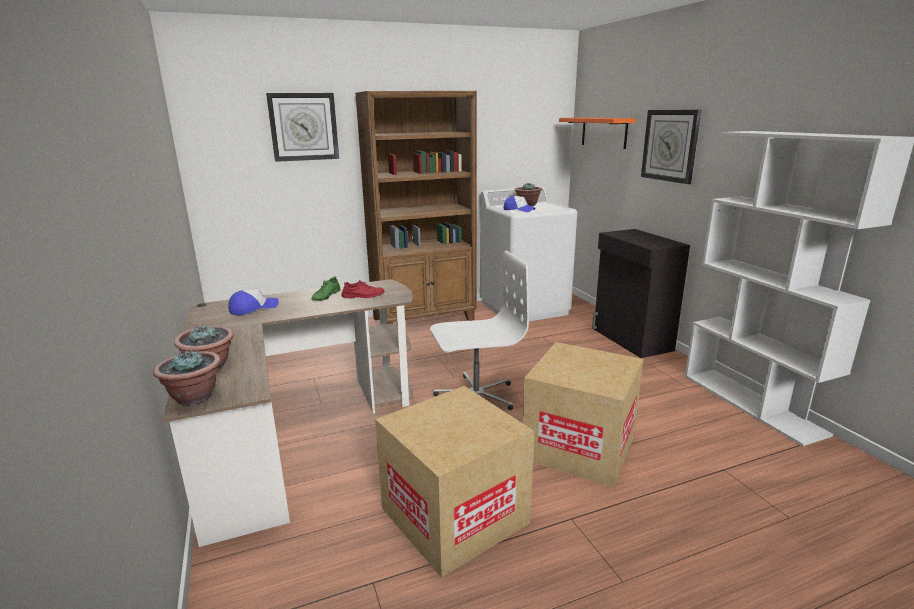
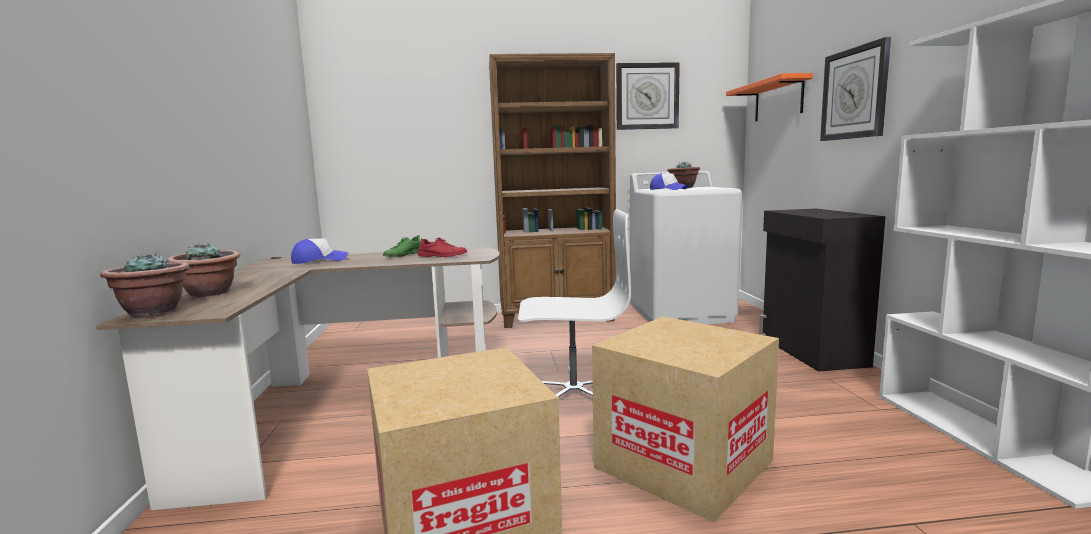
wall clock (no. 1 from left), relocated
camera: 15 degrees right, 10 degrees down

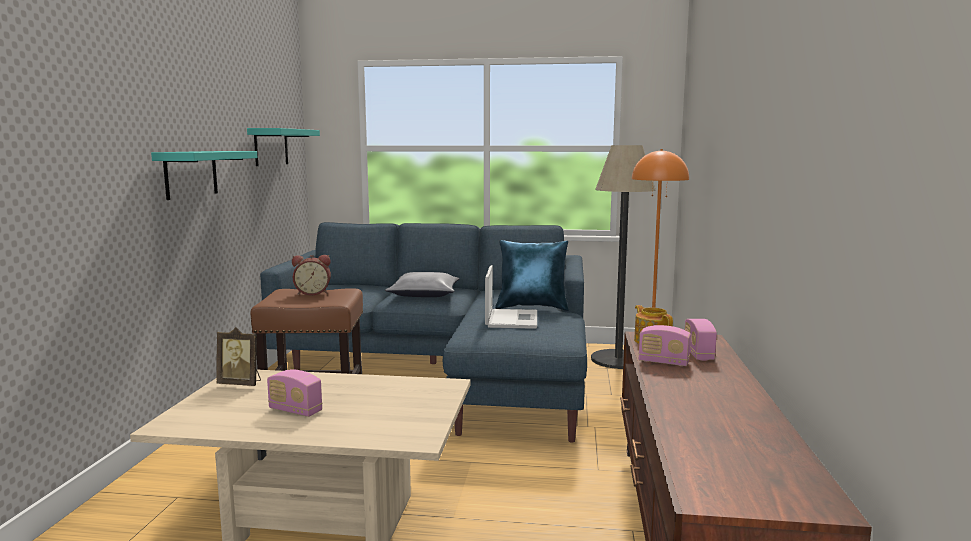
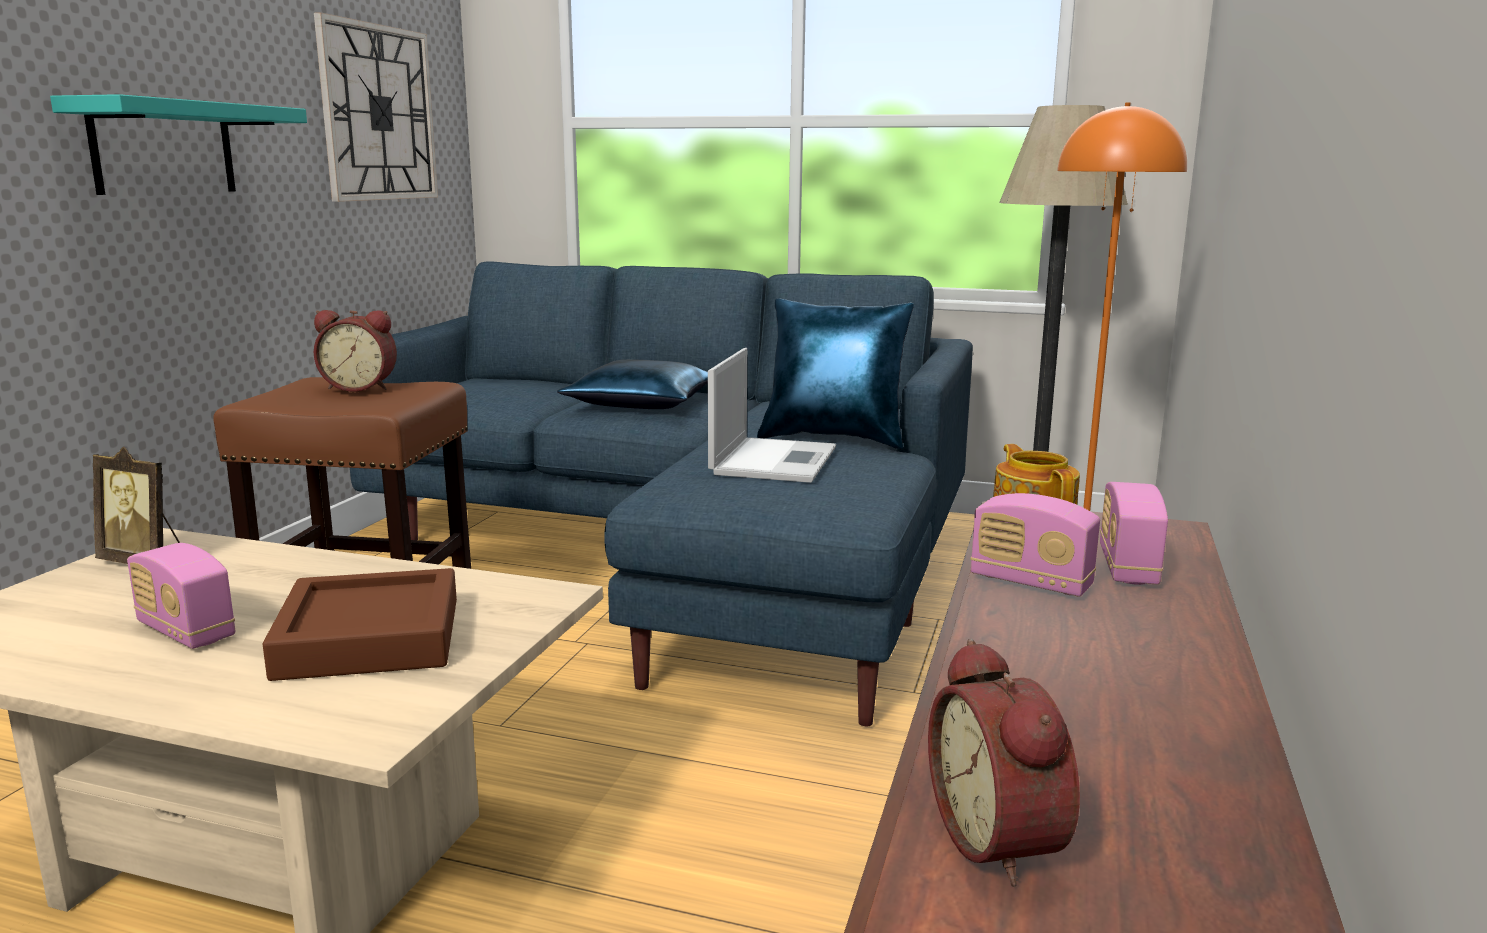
turquoise shelf (no. 2 from left) -> wall clock
grey pillow -> blue pillow (no. 1 from left)
none -> brown tray
none -> alarm clock (no. 2 from left)
camera: 10 degrees right, 5 degrees up

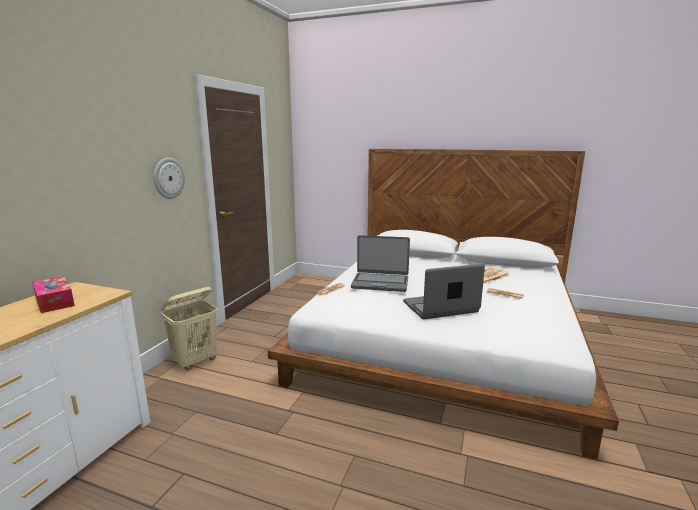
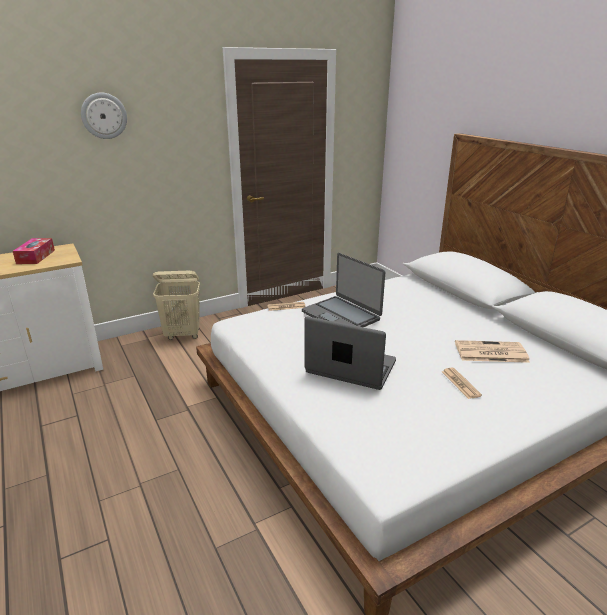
wall clock, relocated
camera: 40 degrees right, 10 degrees up

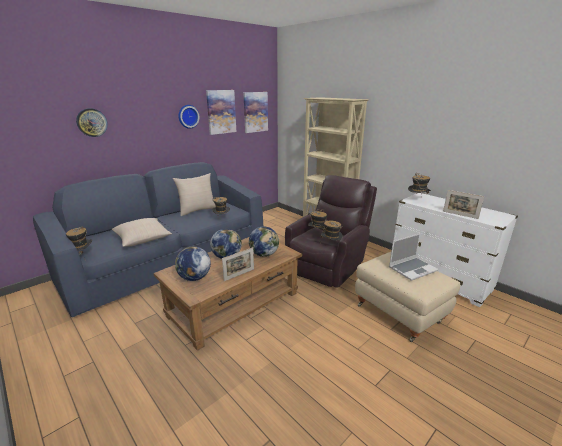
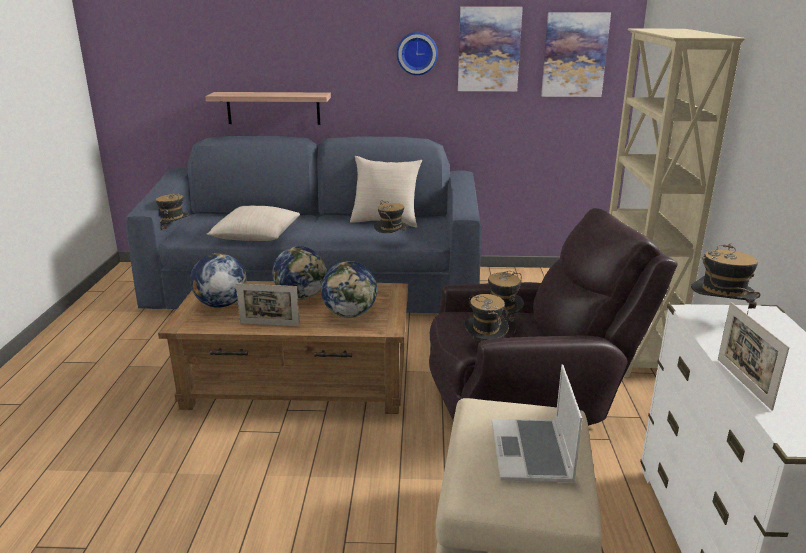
wall clock (no. 1 from left) -> none
laptop, 75 degrees clockwise
none -> shelf
camera: 45 degrees right, 0 degrees up

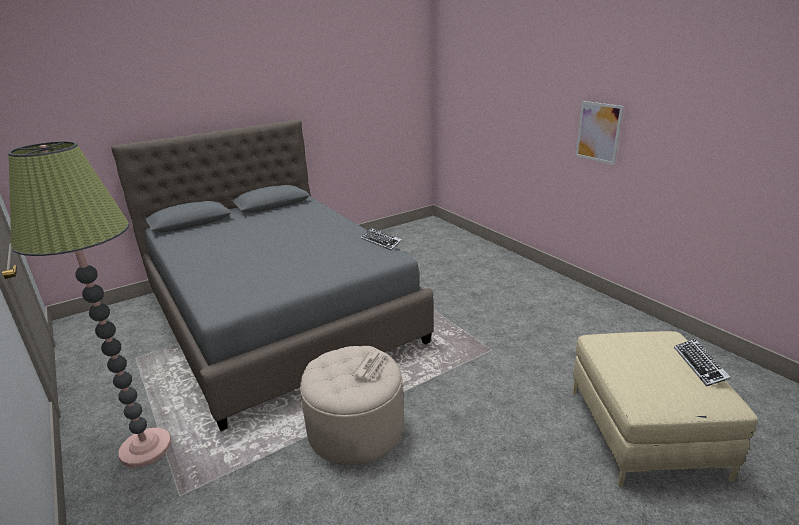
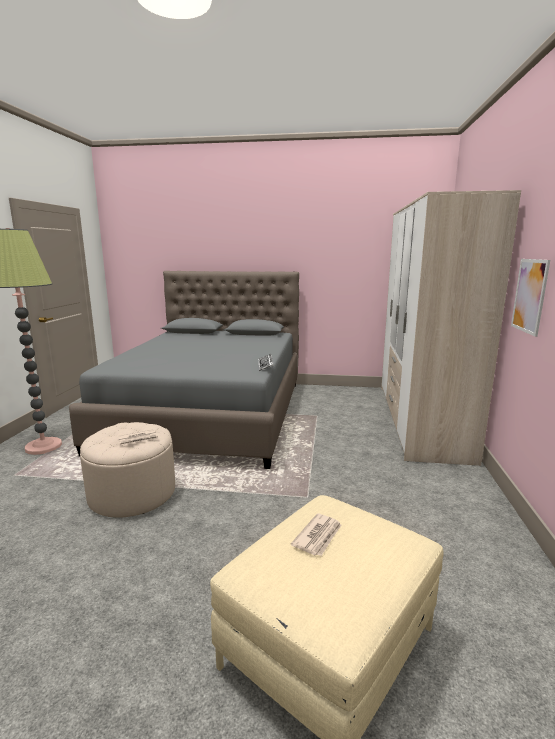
keyboard (no. 2 from left) -> none
none -> newspaper (no. 2 from left)
none -> wardrobe
camera: 40 degrees right, 10 degrees down

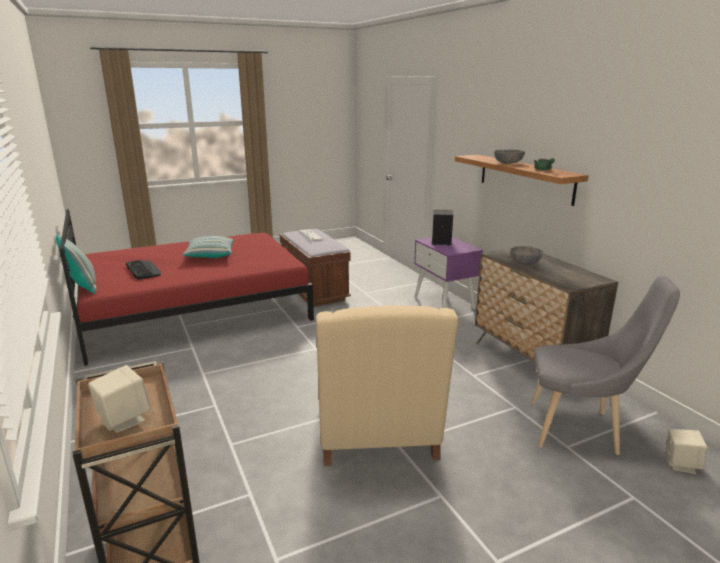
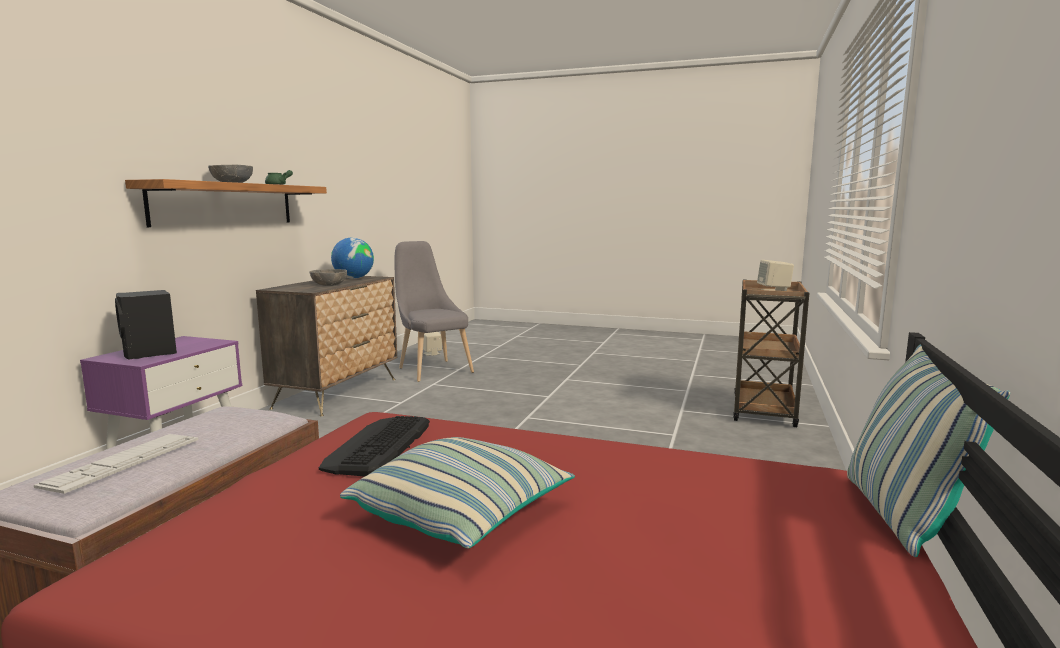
keyboard (no. 1 from left in the first image) -> keyboard (no. 2 from left), relocated
beige armchair -> none
none -> globe
camera: 135 degrees left, 10 degrees down

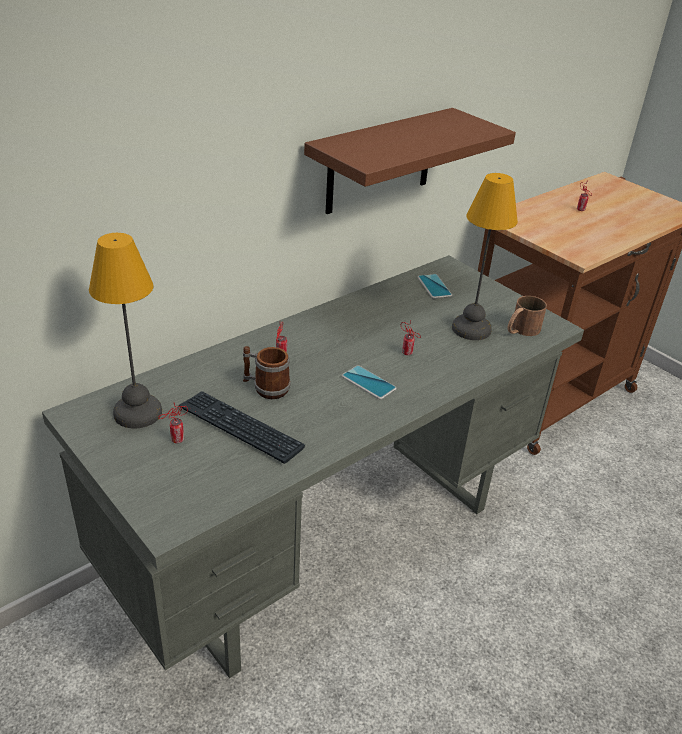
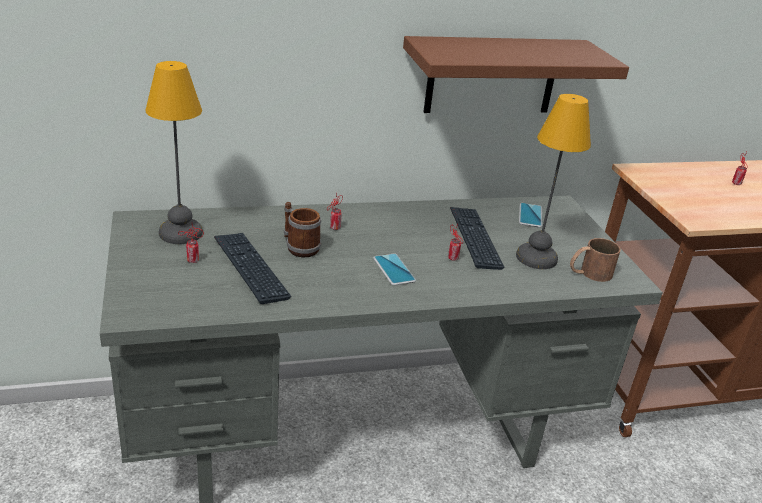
none -> keyboard (no. 2 from left)
camera: 25 degrees right, 5 degrees down

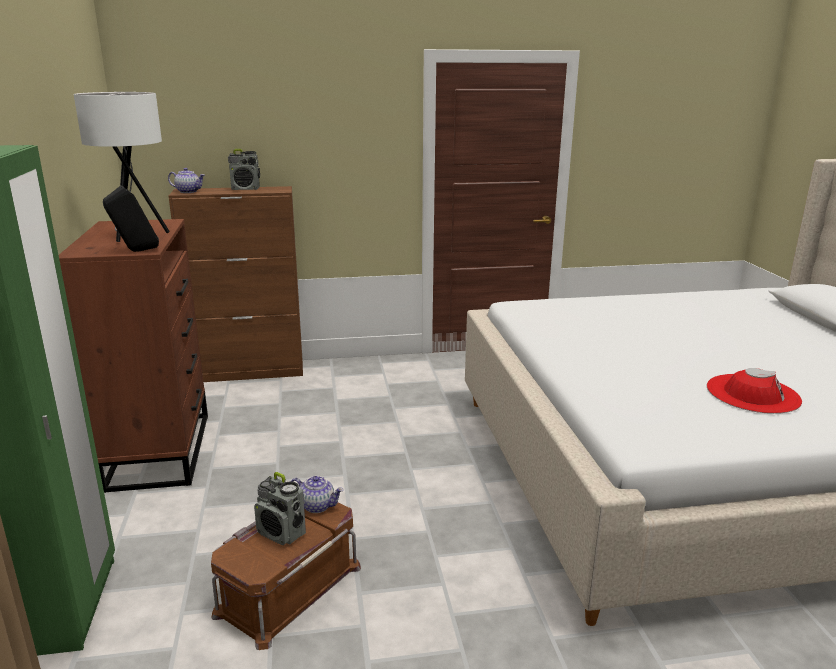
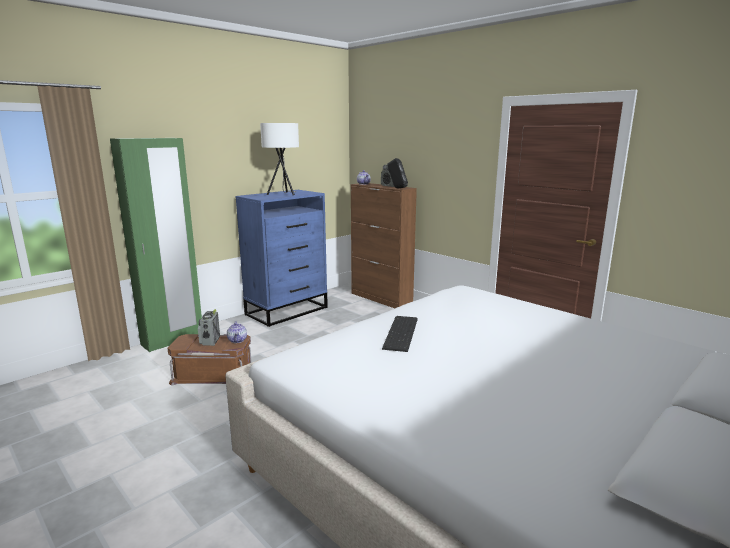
brown dresser -> blue dresser
black speaker, relocated
red hat -> none
none -> keyboard
camera: 55 degrees right, 5 degrees down

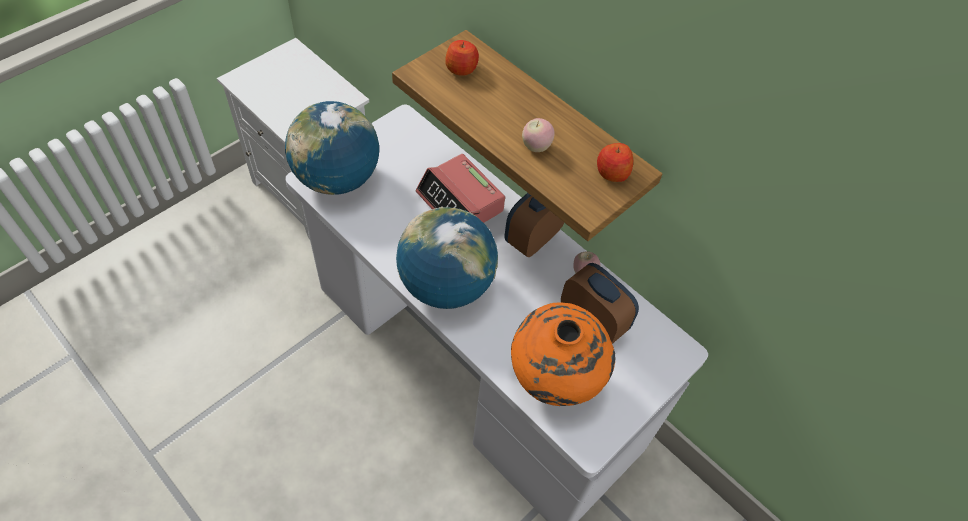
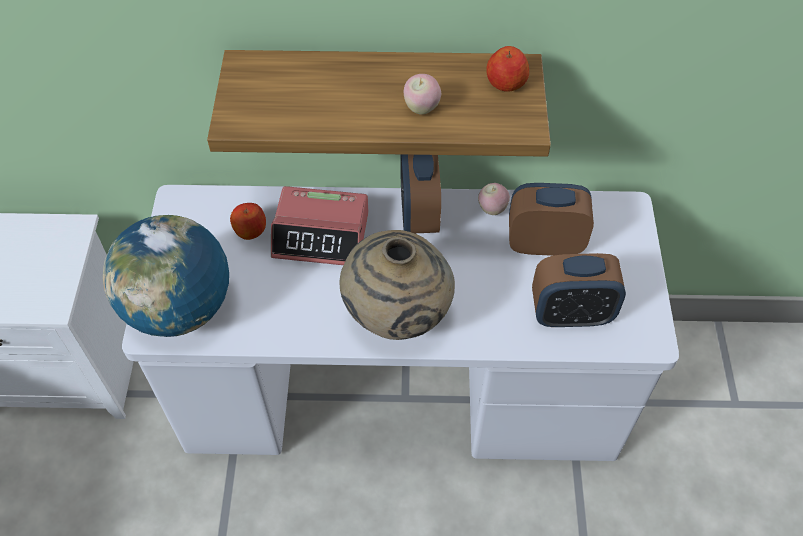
globe (no. 2 from left) -> beige vase
apple (no. 1 from left), relocated
orange vase -> alarm clock (no. 4 from left)
camera: 40 degrees left, 0 degrees up

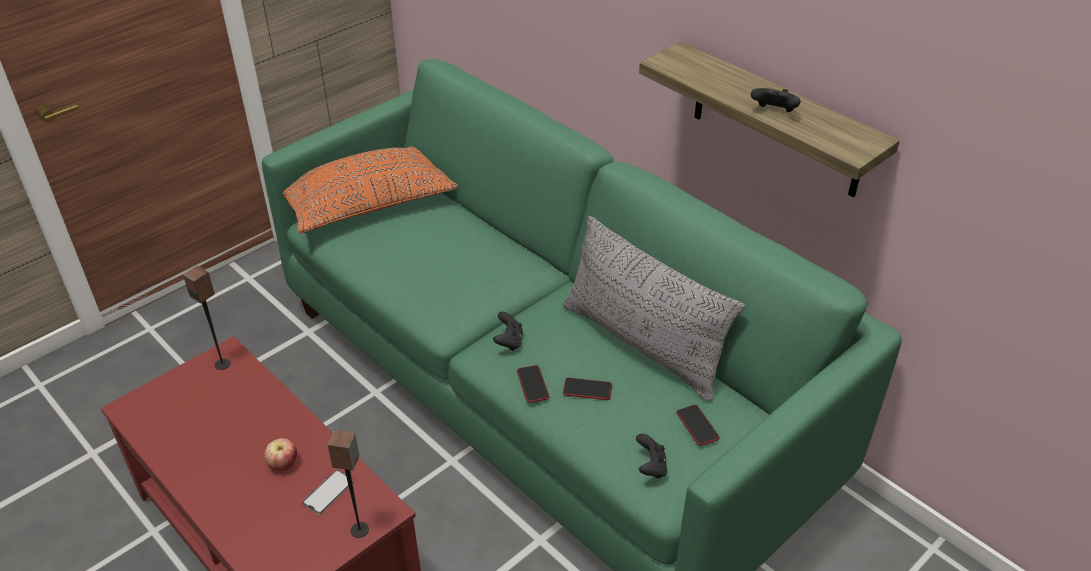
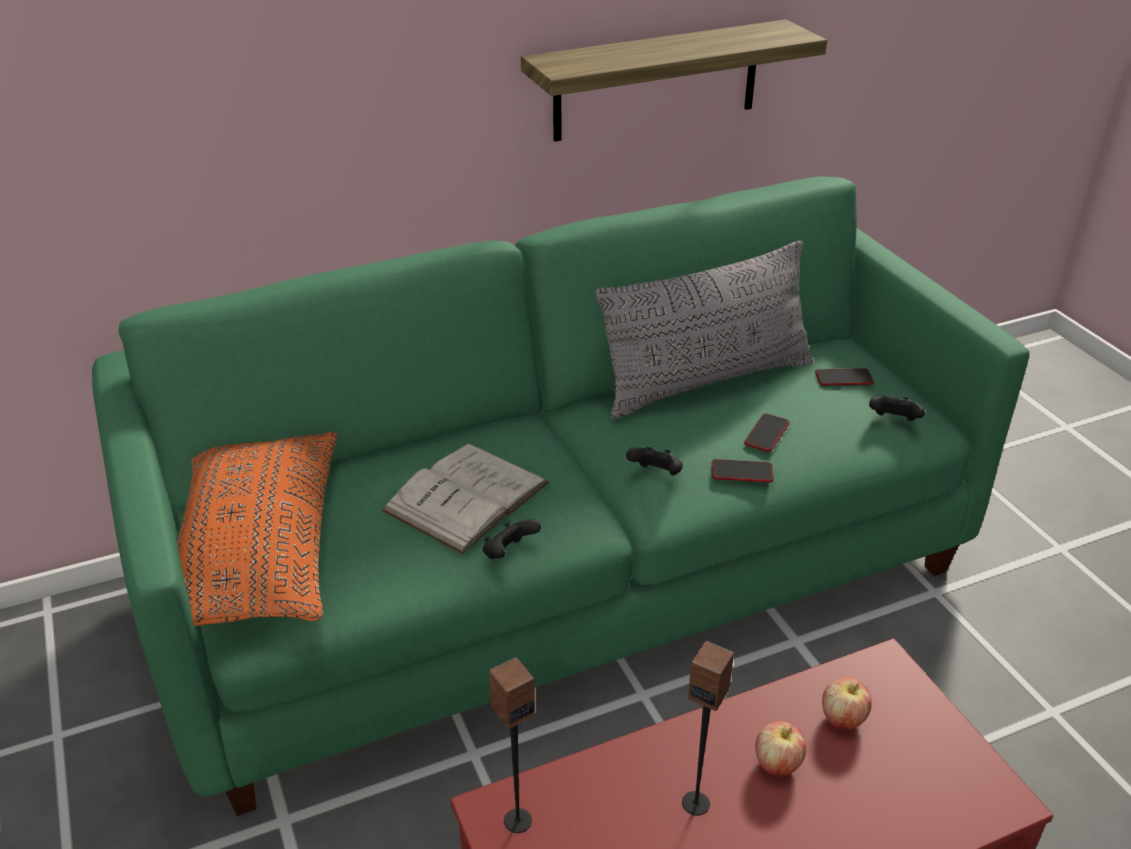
phone (no. 1 from left) -> apple (no. 2 from left)
speaker (no. 2 from left), relocated
black game controller (no. 3 from left in the first image) -> black game controller (no. 1 from left), relocated
none -> white book
camera: 70 degrees left, 5 degrees down

